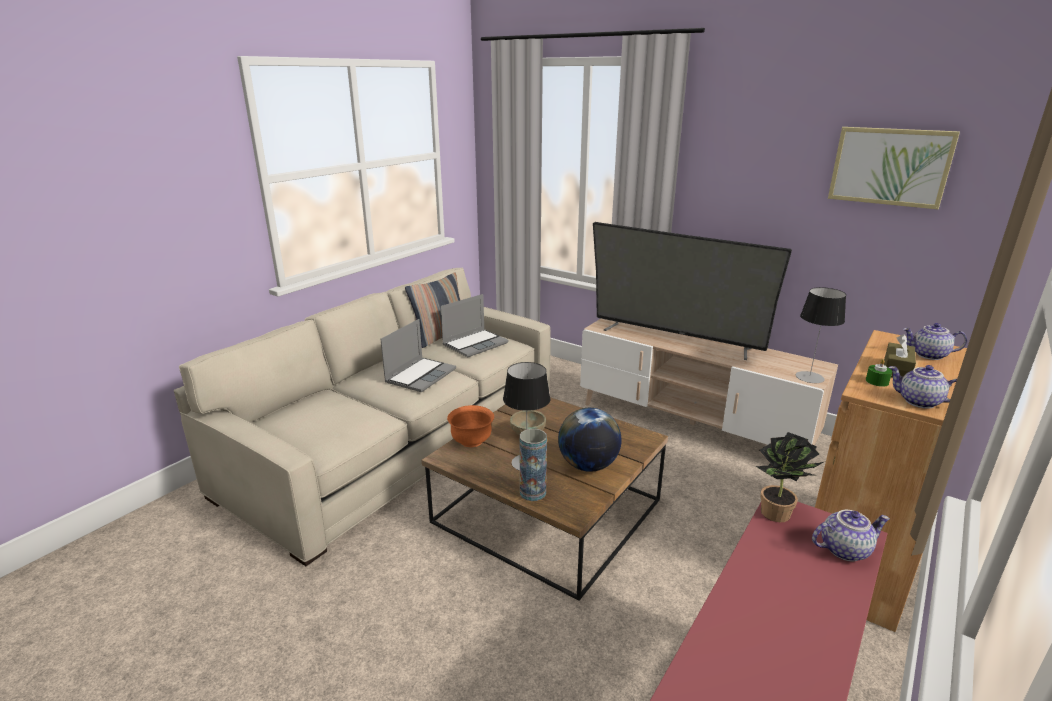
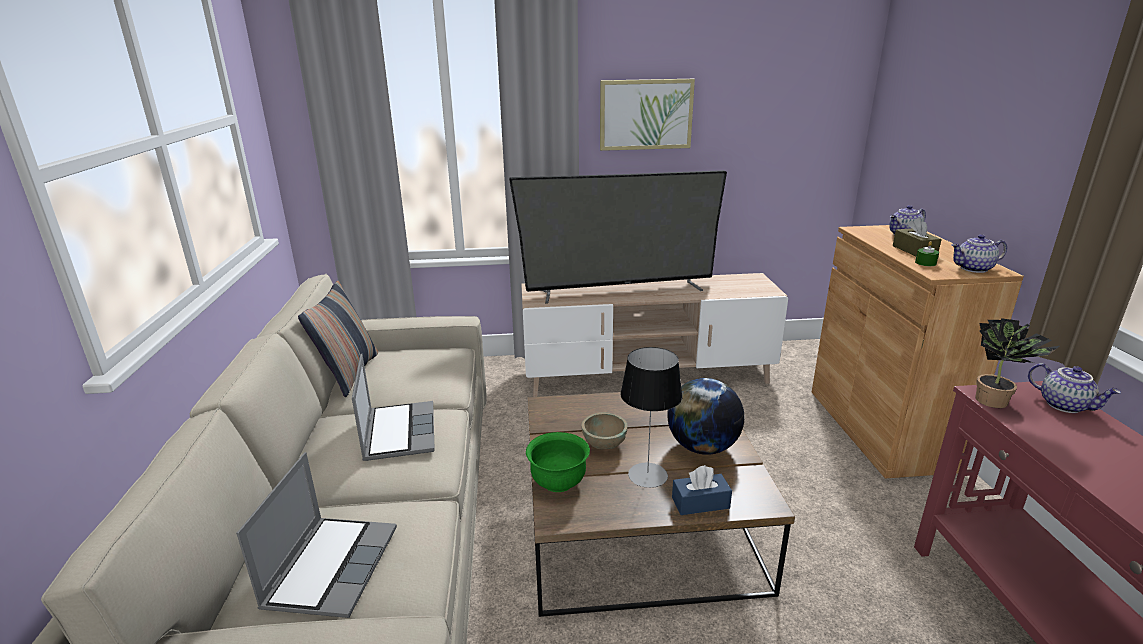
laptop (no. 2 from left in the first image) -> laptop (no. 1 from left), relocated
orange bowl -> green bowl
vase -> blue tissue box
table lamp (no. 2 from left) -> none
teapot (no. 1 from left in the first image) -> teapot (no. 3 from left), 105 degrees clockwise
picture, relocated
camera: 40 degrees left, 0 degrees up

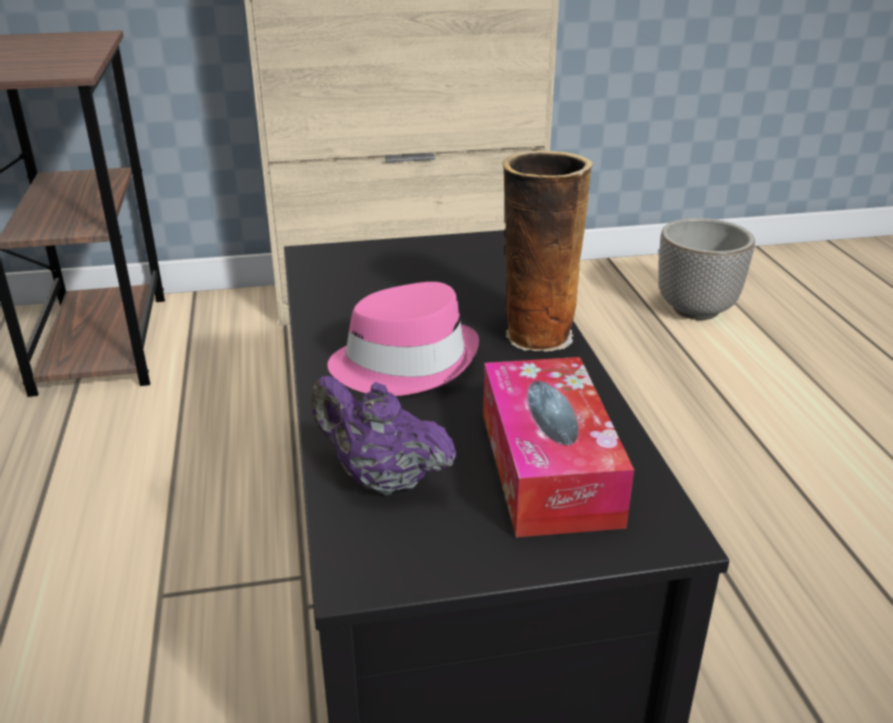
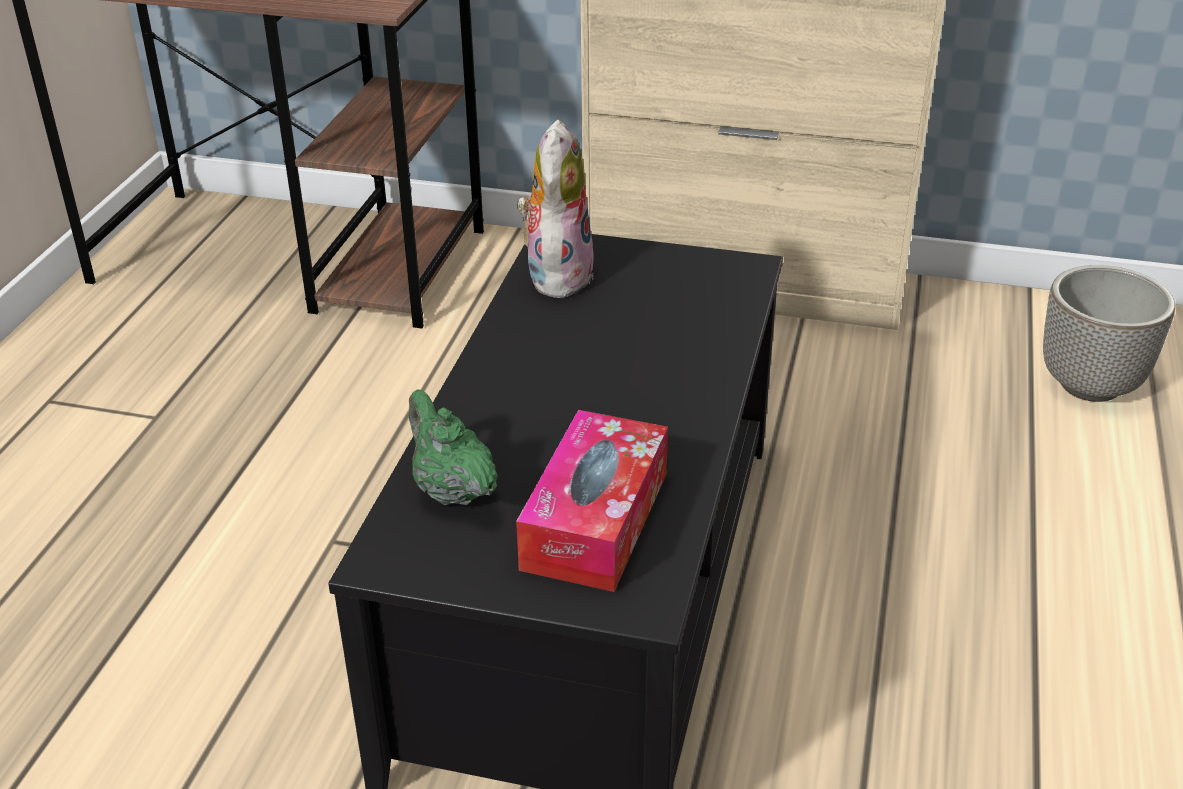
purple teapot -> green teapot
pink hat -> none
vase -> none
none -> plush toy
camera: 25 degrees right, 5 degrees up

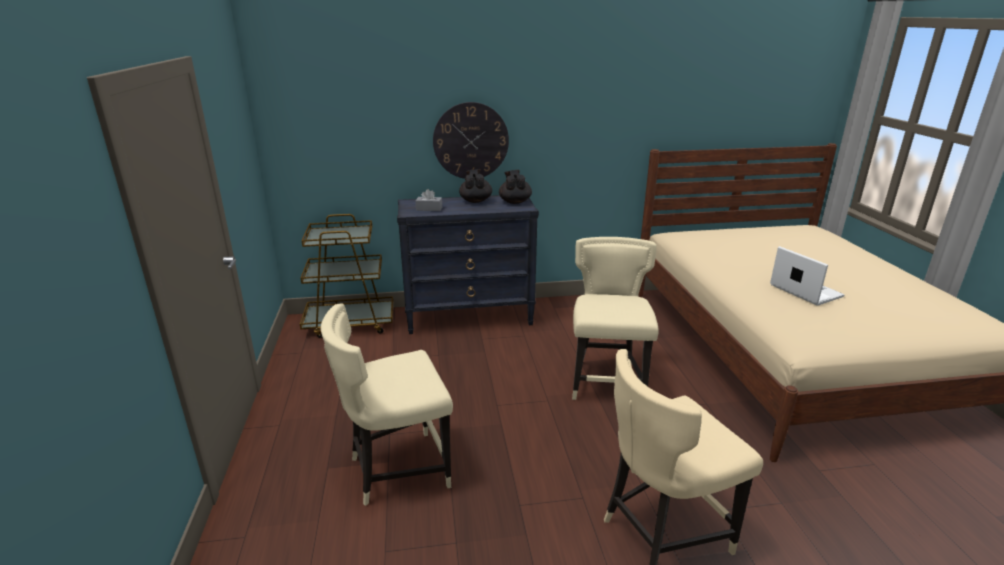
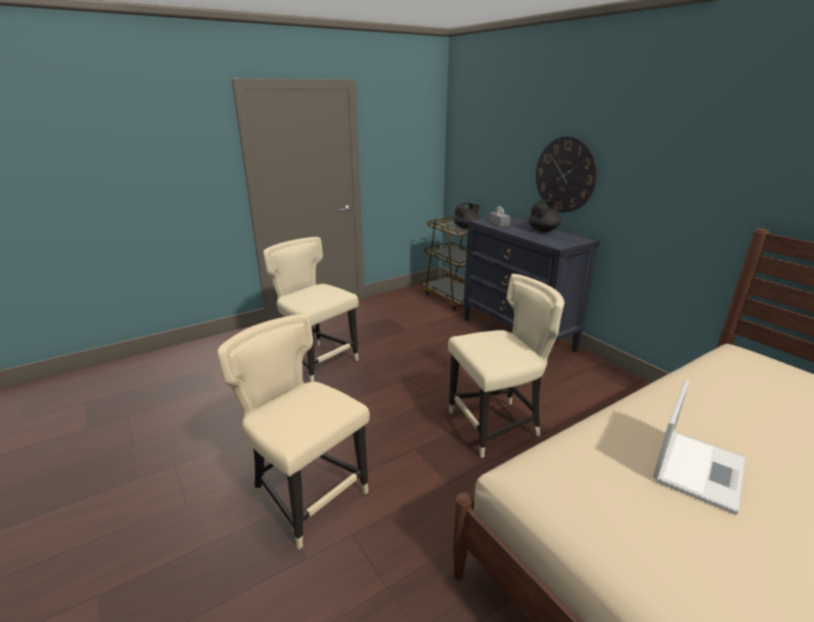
black teapot (no. 2 from left in the first image) -> black teapot (no. 1 from left), relocated
camera: 65 degrees right, 0 degrees up

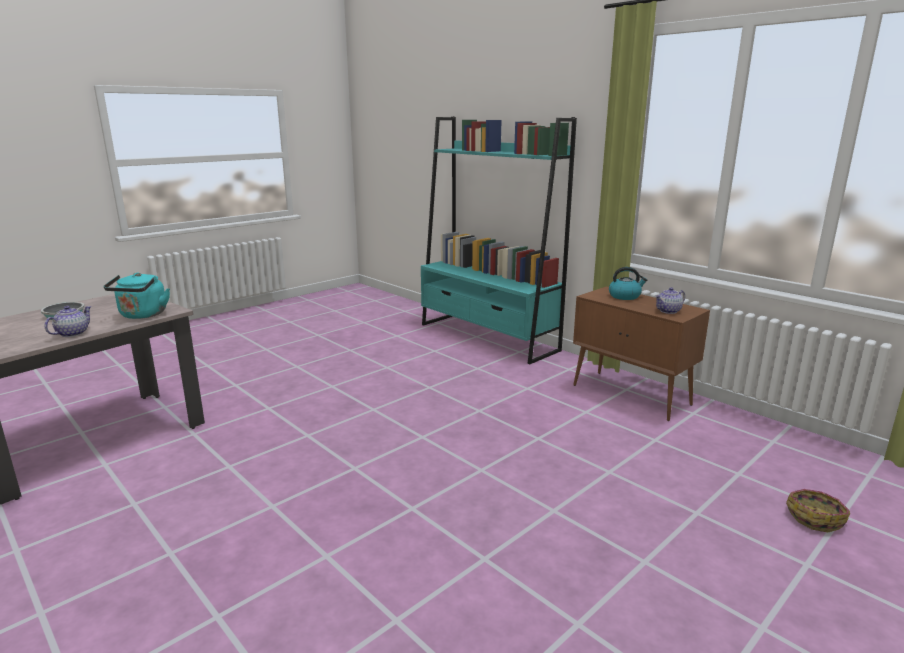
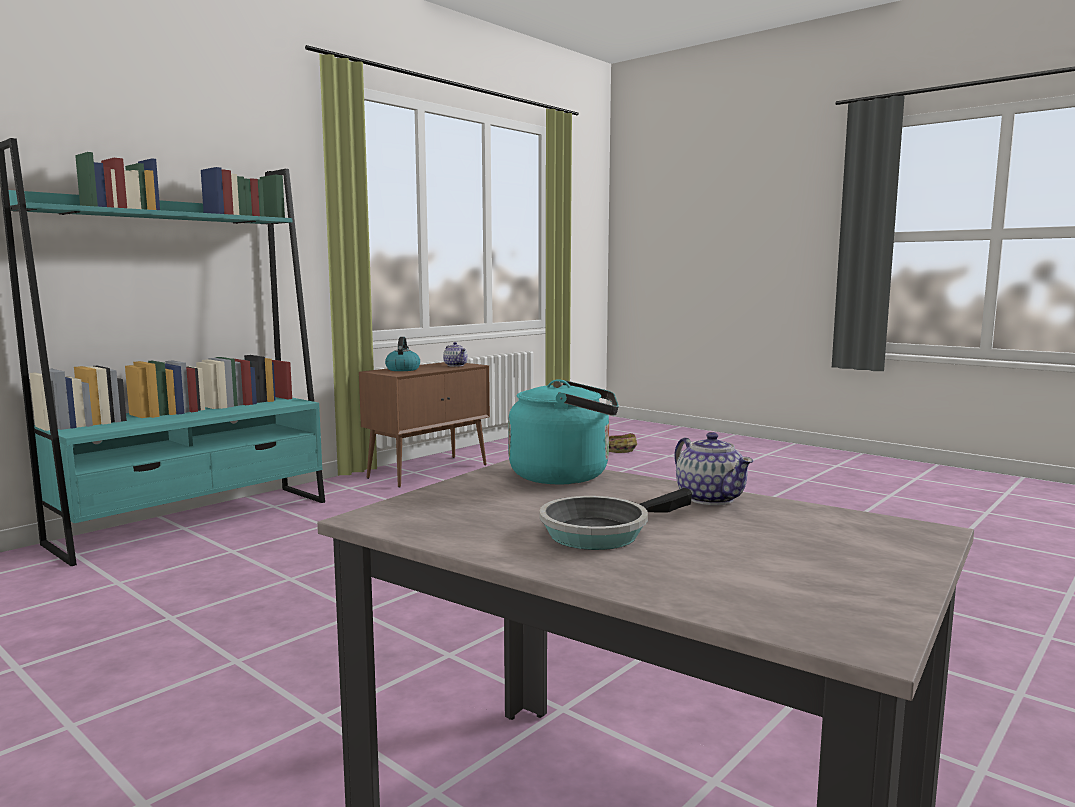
teapot (no. 1 from left in the first image) -> teapot (no. 2 from left), 135 degrees counterclockwise
camera: 95 degrees left, 10 degrees down

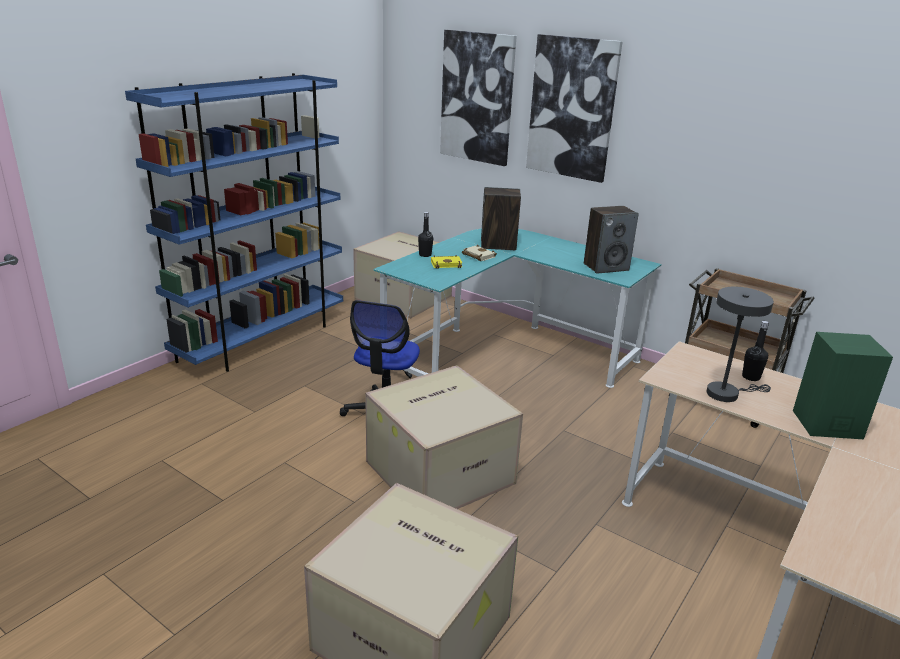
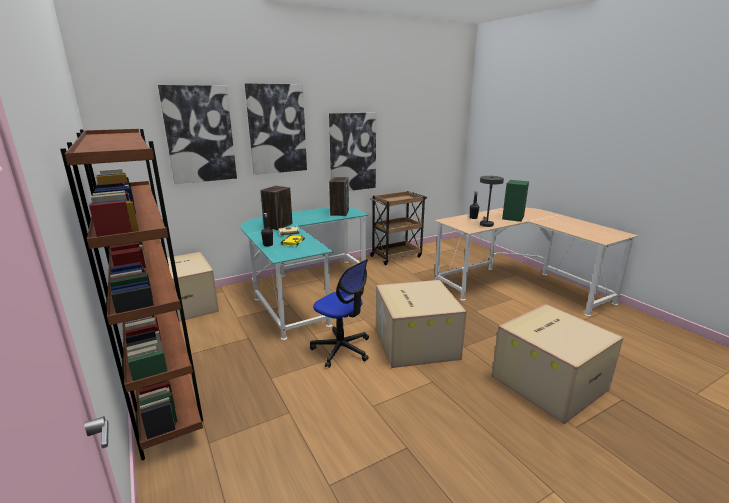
blue bookcase -> brown bookcase
none -> picture (no. 3 from left)
camera: 65 degrees left, 5 degrees down

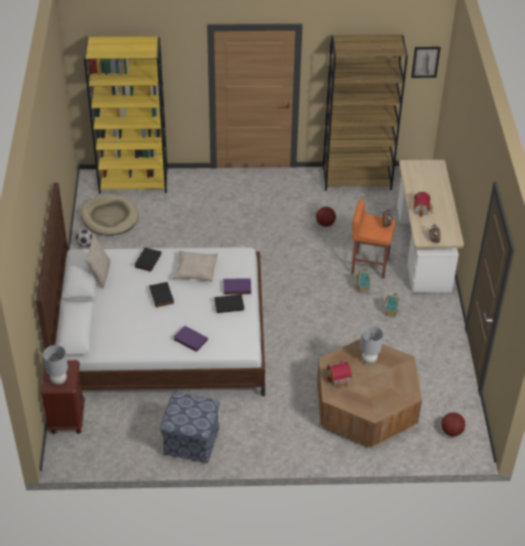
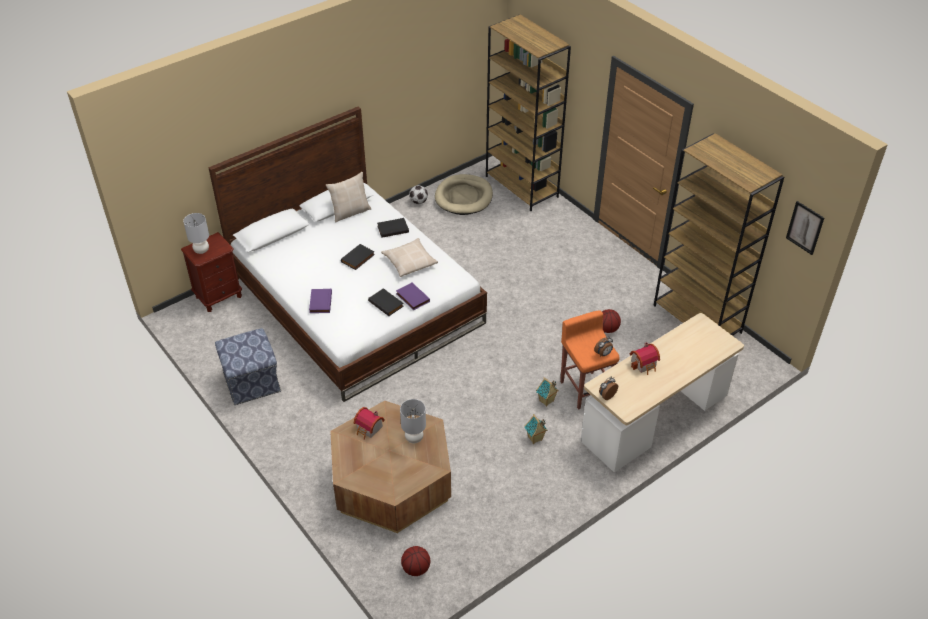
yellow bookcase -> brown bookcase (no. 1 from left)
camera: 55 degrees right, 0 degrees up

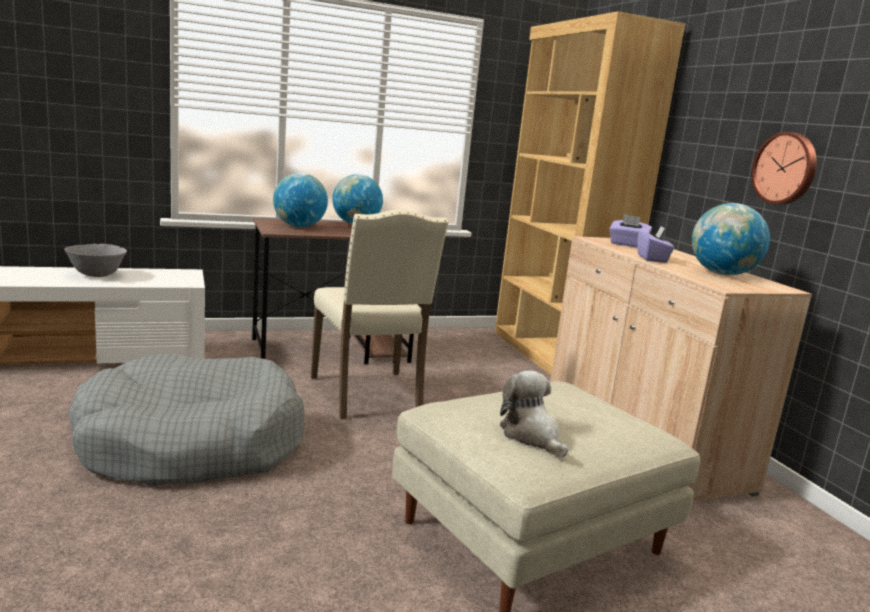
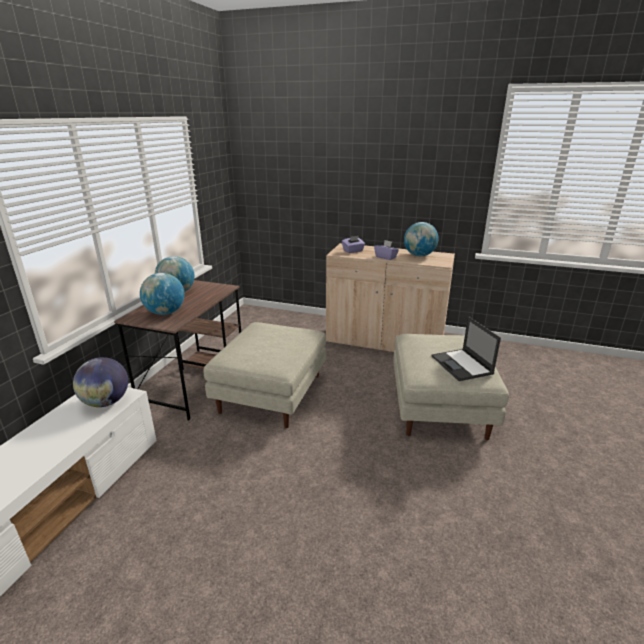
grey bowl -> none
grey dog bed -> none
beige chair -> beige ottoman (no. 1 from left)
brown bookcase -> none
plush toy -> laptop
wall clock -> none
none -> globe (no. 1 from left)
camera: 50 degrees left, 10 degrees up

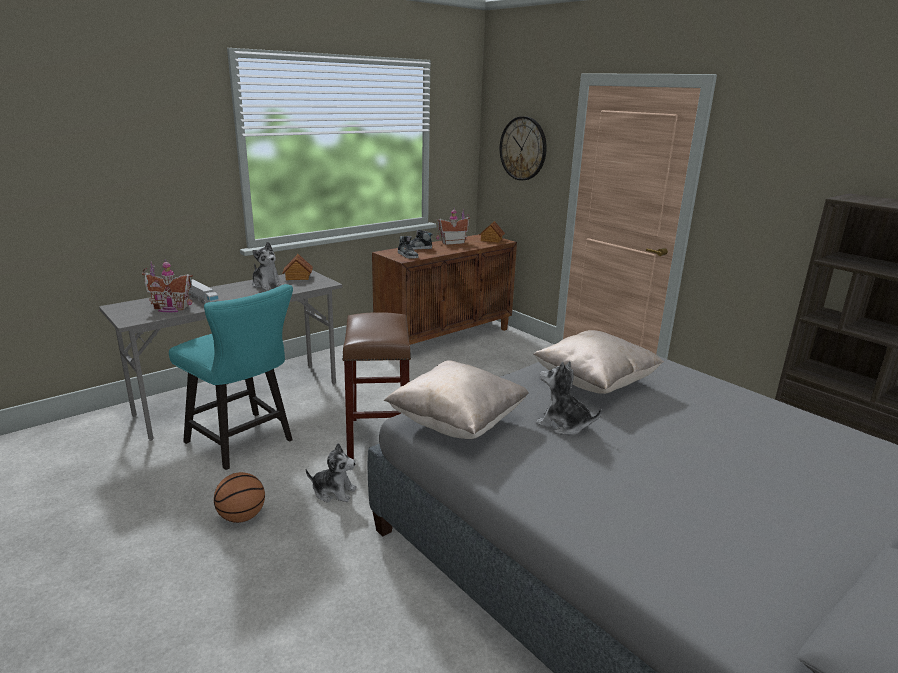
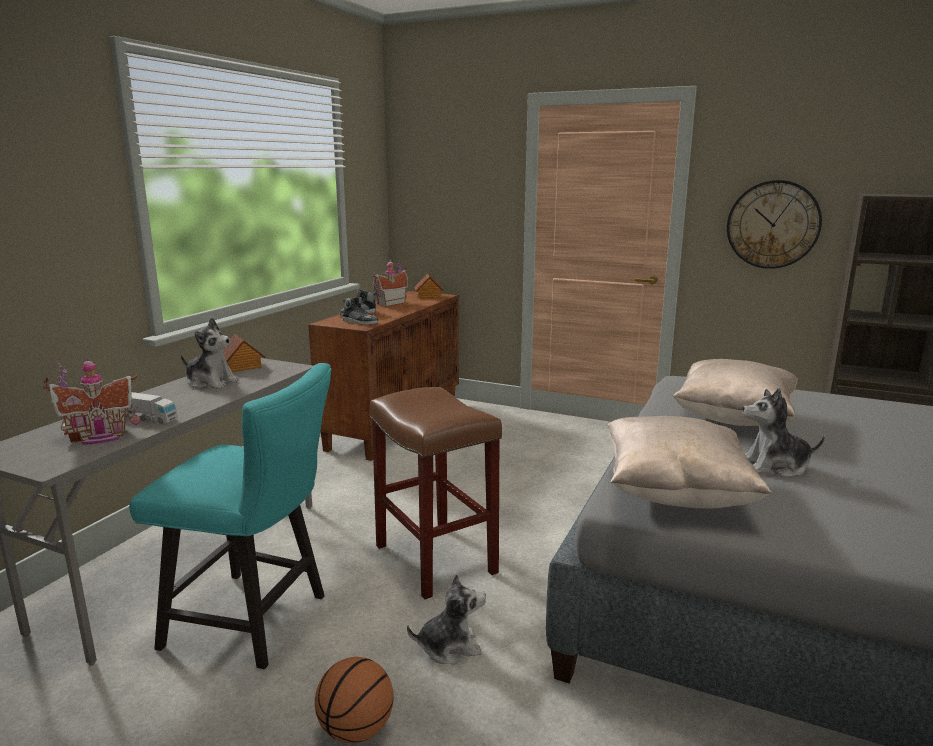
wall clock, relocated
camera: 25 degrees left, 5 degrees down

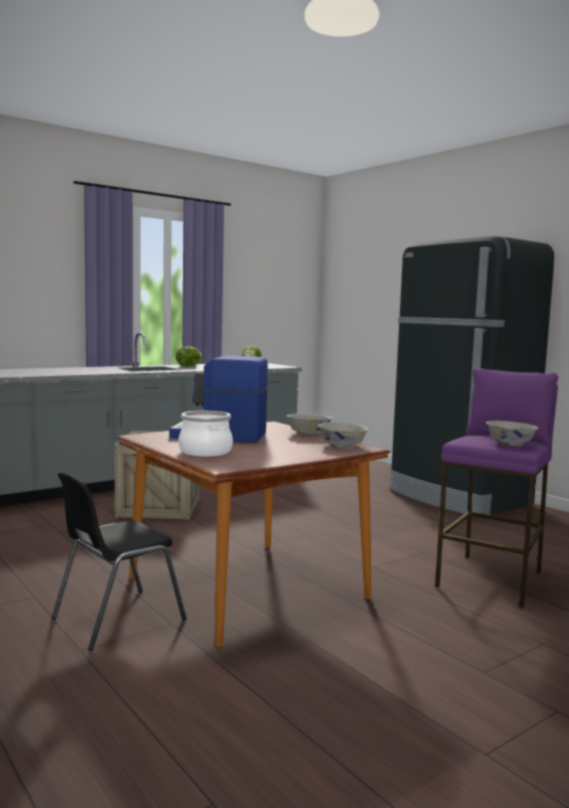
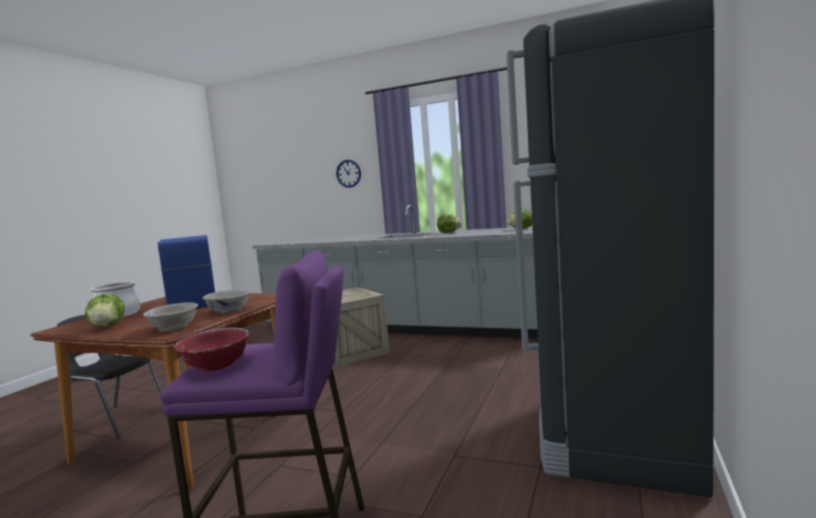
white bowl (no. 3 from left) -> red bowl
none -> lettuce (no. 1 from left)
none -> wall clock
camera: 60 degrees right, 0 degrees up

